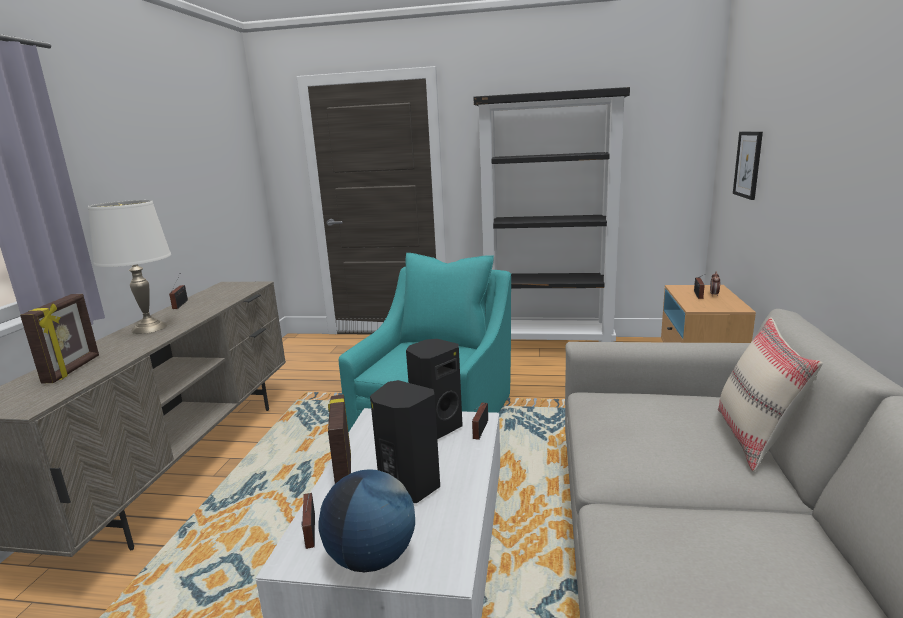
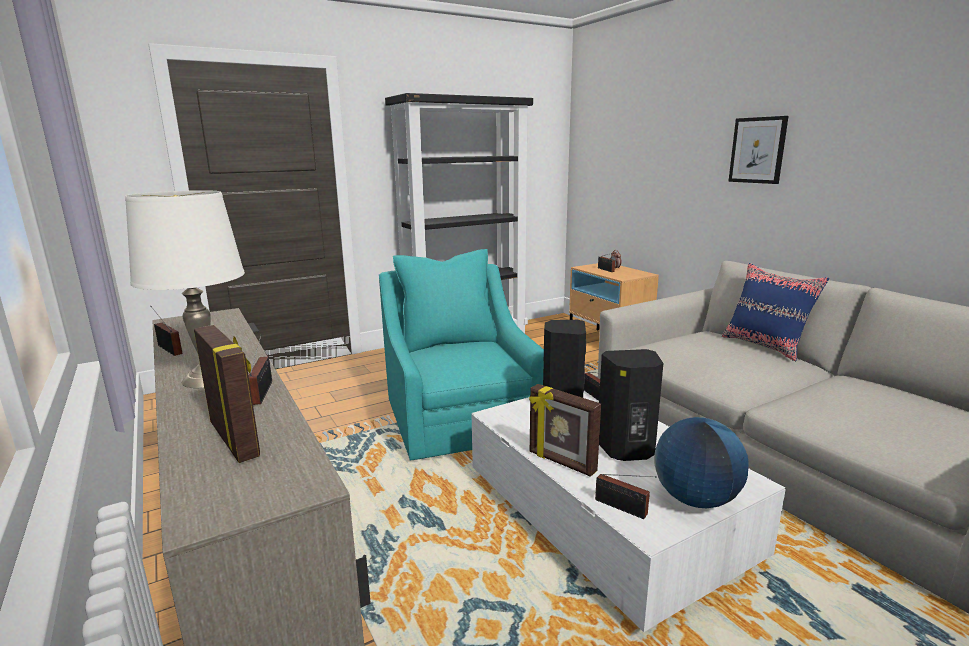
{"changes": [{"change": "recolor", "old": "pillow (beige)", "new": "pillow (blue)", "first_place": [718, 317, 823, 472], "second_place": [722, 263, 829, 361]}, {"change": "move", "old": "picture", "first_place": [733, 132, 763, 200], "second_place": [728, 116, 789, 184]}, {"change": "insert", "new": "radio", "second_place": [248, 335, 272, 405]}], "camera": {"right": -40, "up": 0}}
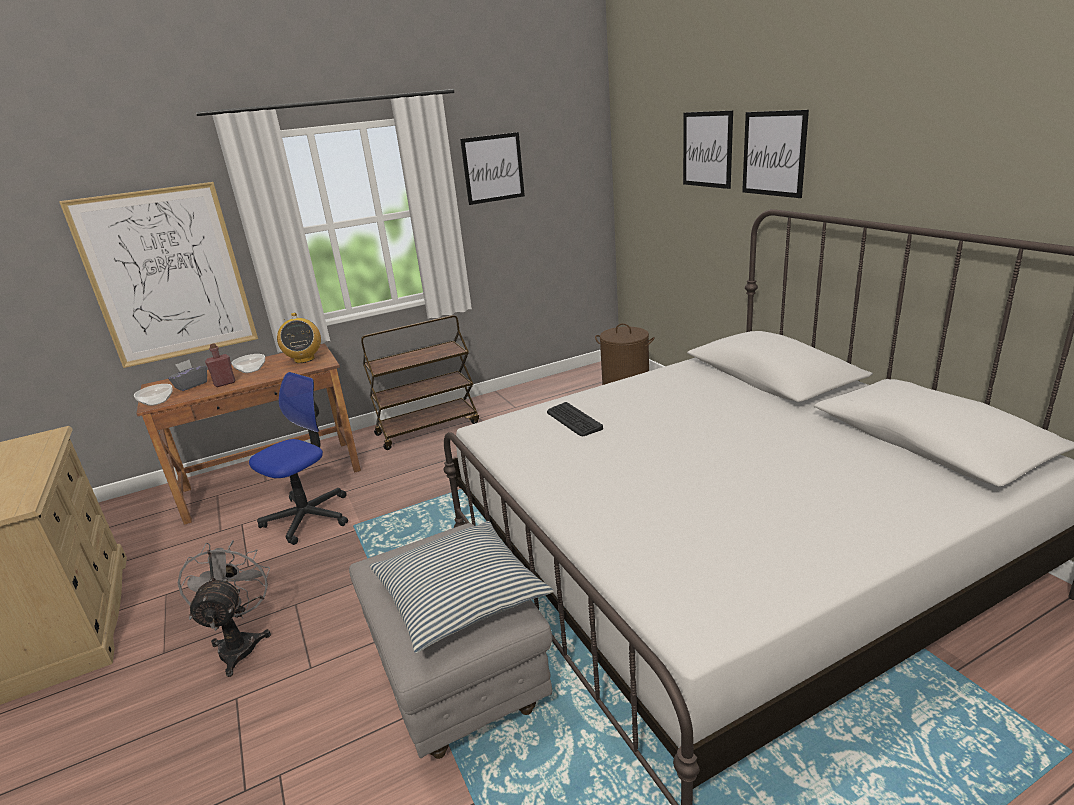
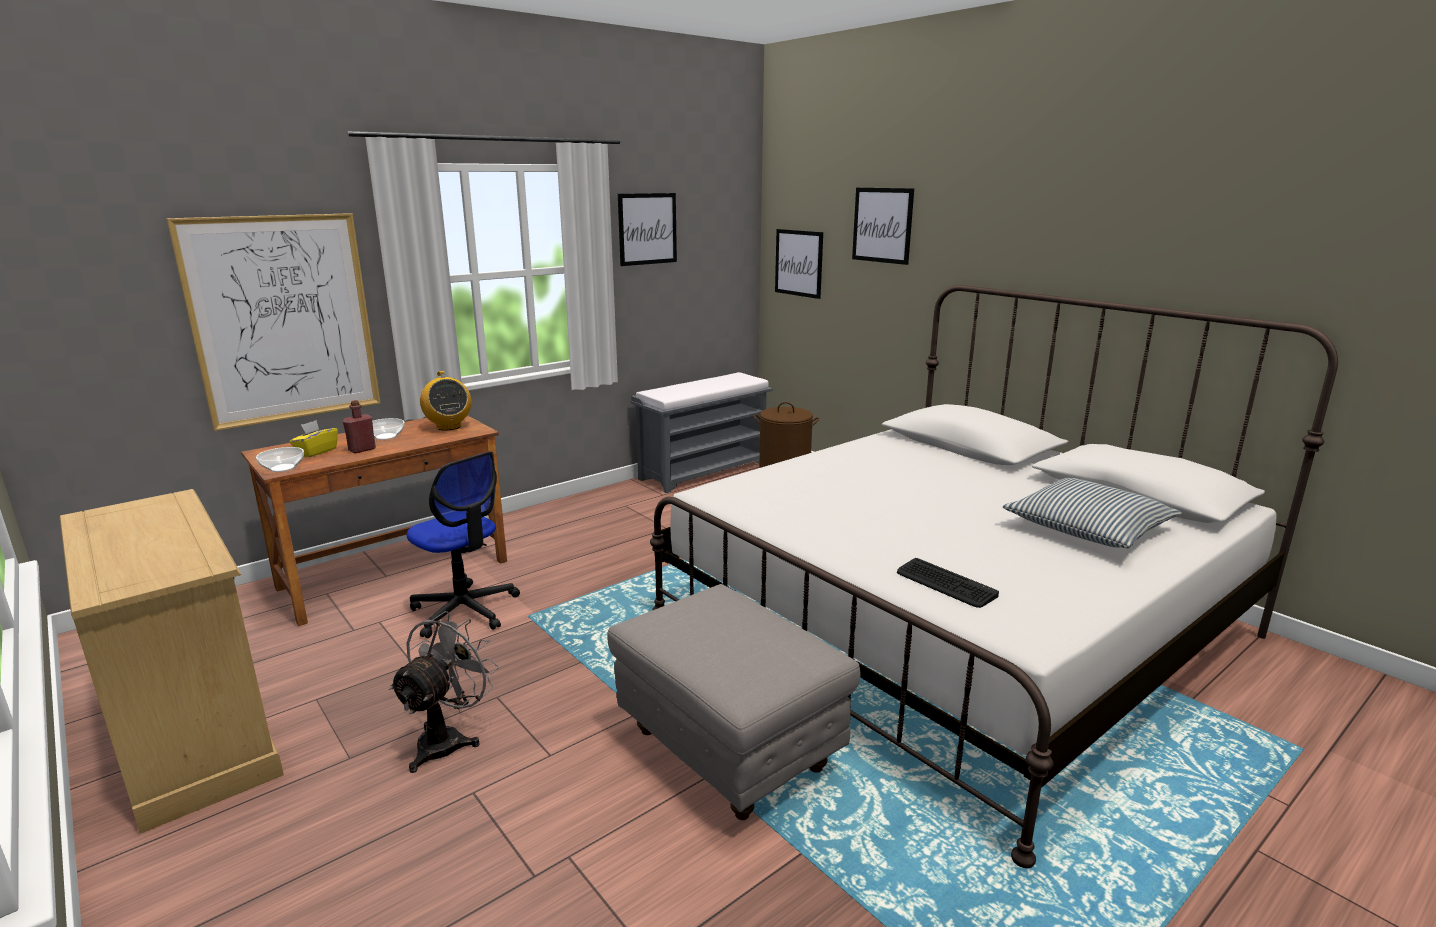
{"changes": [{"change": "recolor", "old": "tissue box (grey)", "new": "tissue box (yellow)", "first_place": [168, 360, 207, 391], "second_place": [290, 420, 338, 457]}, {"change": "rotate", "old": "fan (grey)", "first_place": [178, 540, 271, 677], "second_place": [389, 611, 499, 773], "degrees": 45}, {"change": "rotate", "old": "office chair", "first_place": [249, 372, 348, 545], "second_place": [407, 451, 520, 638], "degrees": 105}, {"change": "delete", "old": "cart (brown)", "first_place": [361, 315, 479, 450]}, {"change": "move", "old": "pillow", "first_place": [369, 521, 554, 653], "second_place": [1003, 478, 1182, 548]}, {"change": "move", "old": "keyboard", "first_place": [547, 402, 603, 436], "second_place": [897, 558, 999, 608]}, {"change": "move", "old": "picture", "first_place": [742, 110, 809, 198], "second_place": [775, 229, 823, 299]}, {"change": "insert", "new": "bench (grey)", "second_place": [631, 372, 773, 493]}], "camera": {"right": -15, "up": -5}}
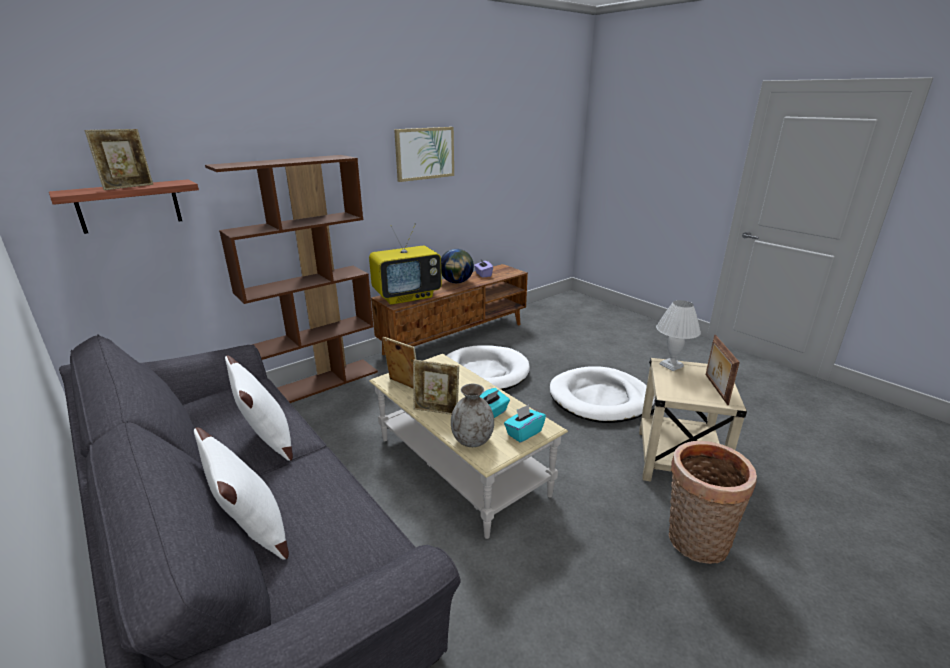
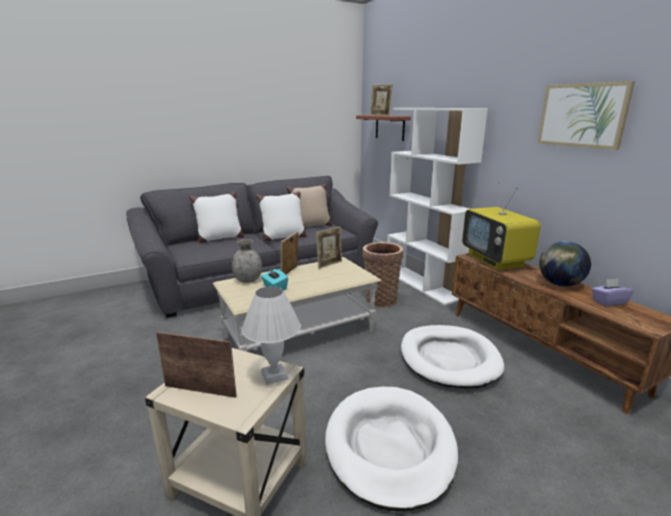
{"changes": [{"change": "recolor", "old": "bookcase (brown)", "new": "bookcase (white)", "first_place": [205, 155, 378, 403], "second_place": [387, 108, 488, 305]}, {"change": "delete", "old": "tissue box (turquoise)", "first_place": [504, 404, 546, 442]}, {"change": "move", "old": "basket", "first_place": [669, 441, 757, 564], "second_place": [363, 242, 403, 307]}, {"change": "insert", "new": "pillow (beige)", "second_place": [286, 184, 332, 227]}], "camera": {"right": 100, "up": -5}}
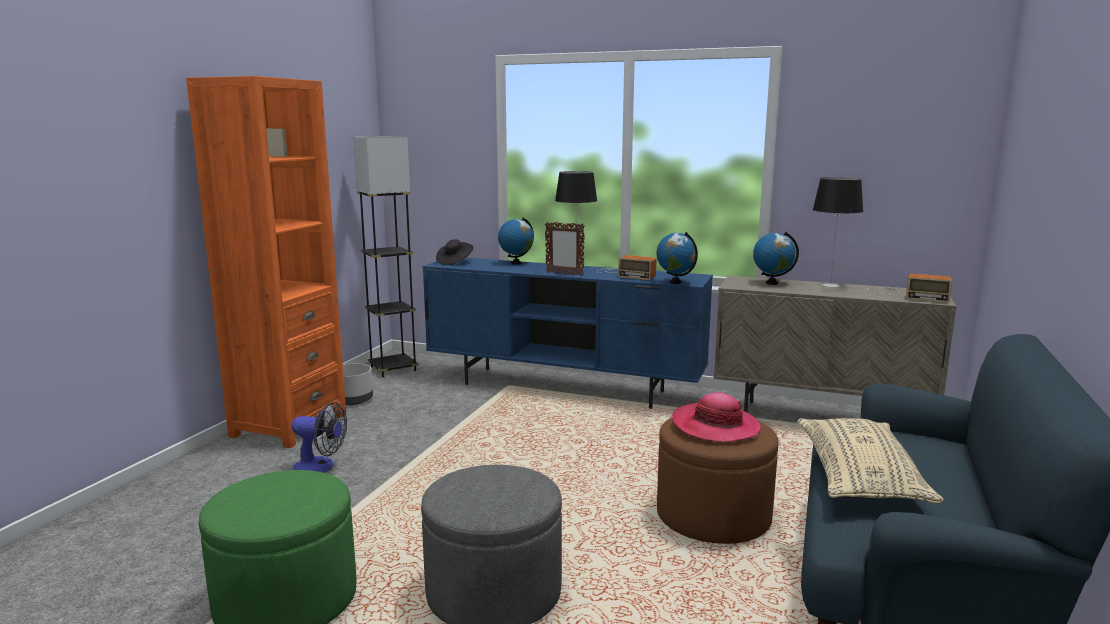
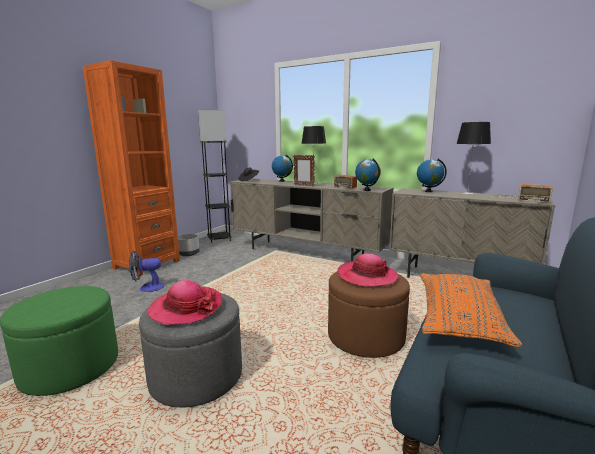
{"changes": [{"change": "rotate", "old": "fan", "first_place": [291, 402, 347, 473], "second_place": [129, 251, 164, 292], "degrees": 135}, {"change": "recolor", "old": "tv stand (blue)", "new": "tv stand (beige)", "first_place": [422, 258, 713, 409], "second_place": [230, 179, 394, 262]}, {"change": "recolor", "old": "pillow (beige)", "new": "pillow (orange)", "first_place": [797, 418, 944, 504], "second_place": [420, 273, 522, 347]}, {"change": "insert", "new": "hat", "second_place": [147, 280, 222, 325]}], "camera": {"right": 10, "up": 0}}
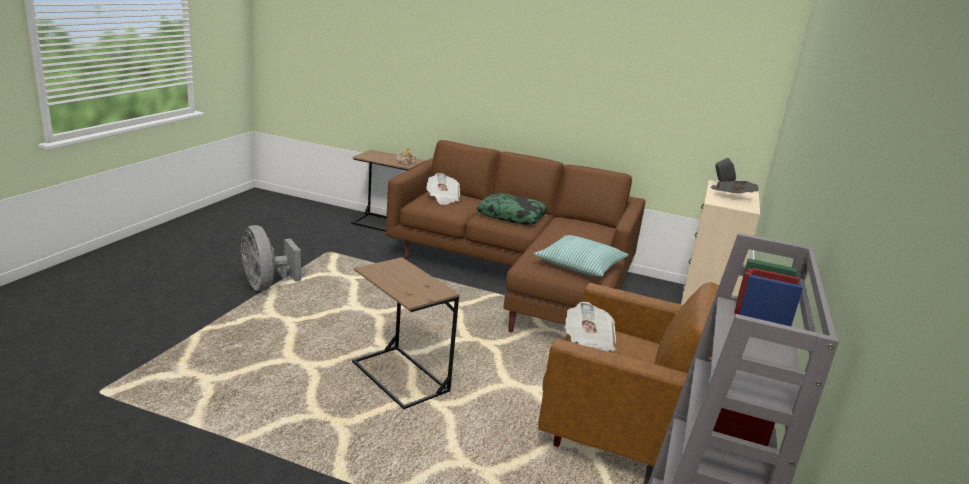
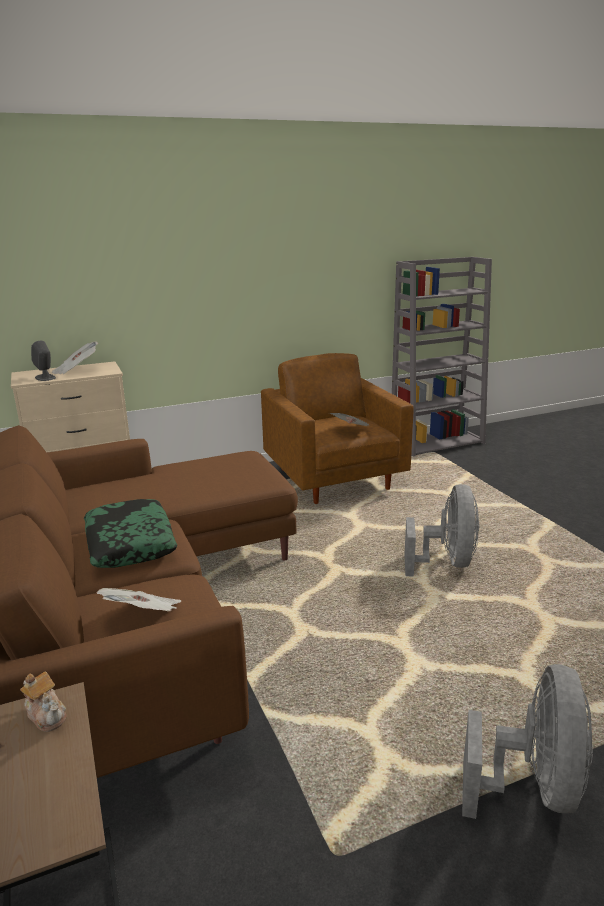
{"changes": [{"change": "replace", "old": "side table (brown)", "new": "fan (grey)", "first_place": [352, 257, 460, 409], "second_place": [405, 484, 479, 577]}, {"change": "delete", "old": "pillow", "first_place": [534, 235, 629, 277]}], "camera": {"right": -130, "up": 0}}
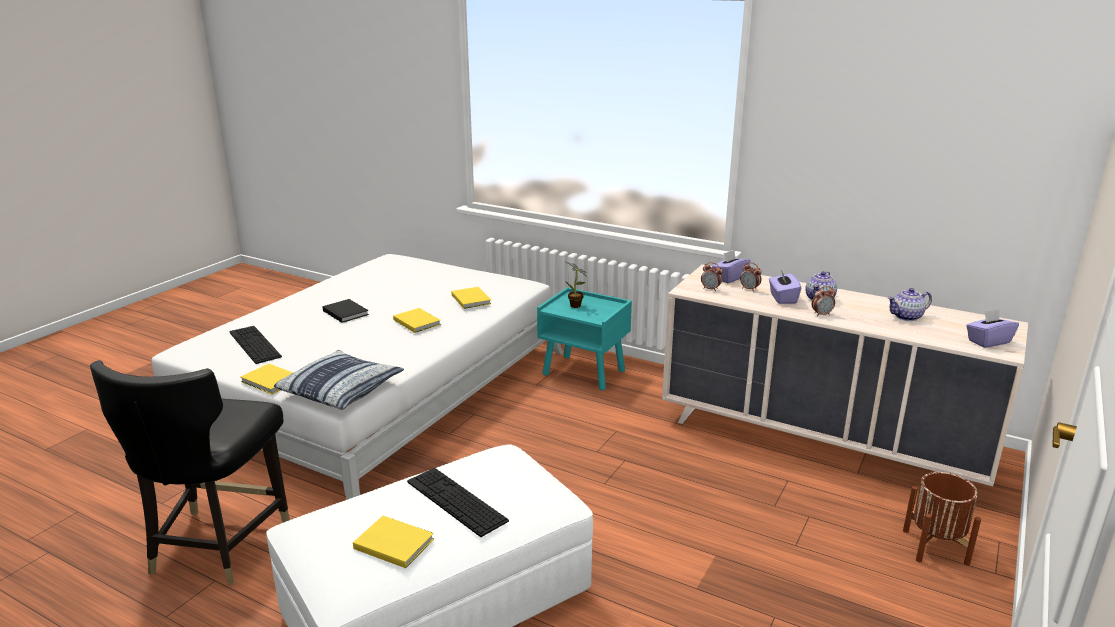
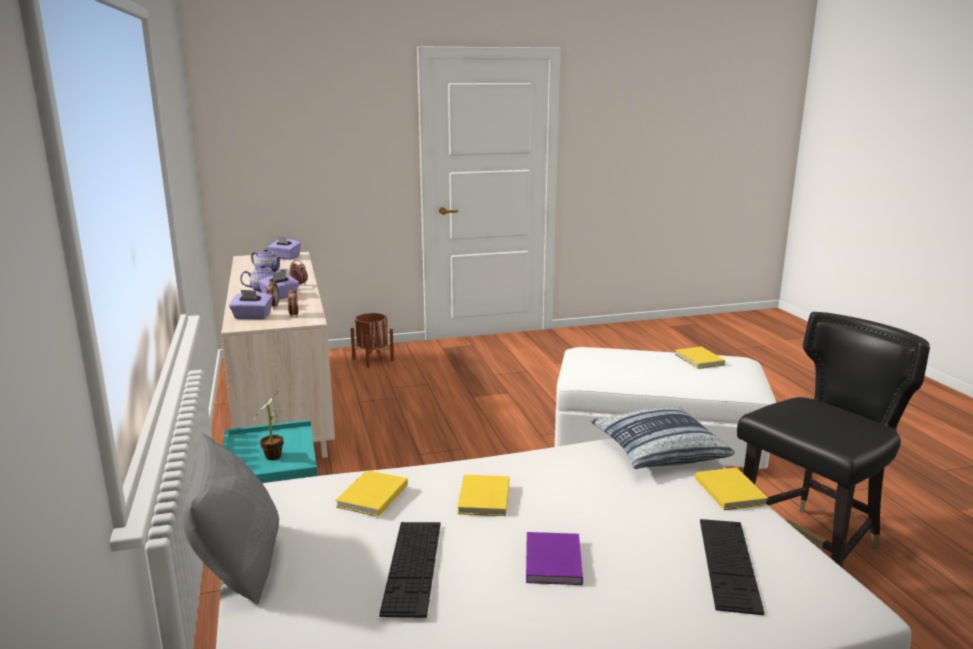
{"changes": [{"change": "recolor", "old": "book (black)", "new": "book (purple)", "first_place": [323, 299, 369, 323], "second_place": [526, 532, 583, 585]}, {"change": "move", "old": "keyboard", "first_place": [407, 468, 509, 537], "second_place": [379, 522, 440, 618]}, {"change": "insert", "new": "pillow (grey)", "second_place": [182, 433, 279, 605]}], "camera": {"right": -135, "up": -5}}
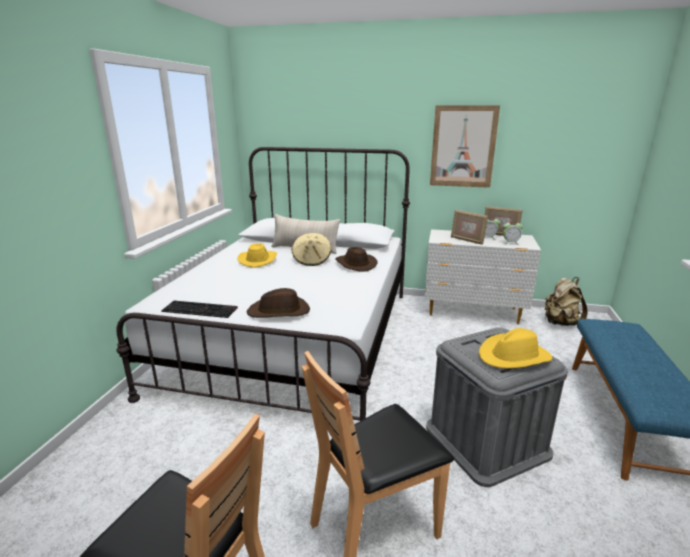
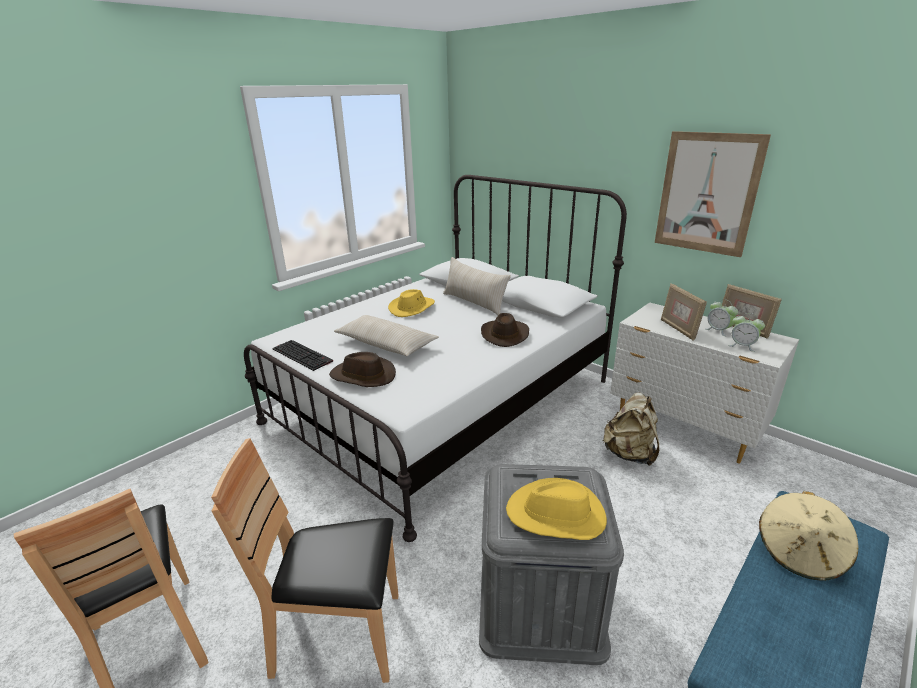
{"changes": [{"change": "move", "old": "hat (beige)", "first_place": [292, 233, 331, 266], "second_place": [759, 491, 858, 581]}, {"change": "move", "old": "backpack (beige)", "first_place": [545, 277, 588, 326], "second_place": [603, 393, 659, 466]}, {"change": "insert", "new": "pillow (beige)", "second_place": [334, 315, 439, 356]}], "camera": {"right": 30, "up": 5}}
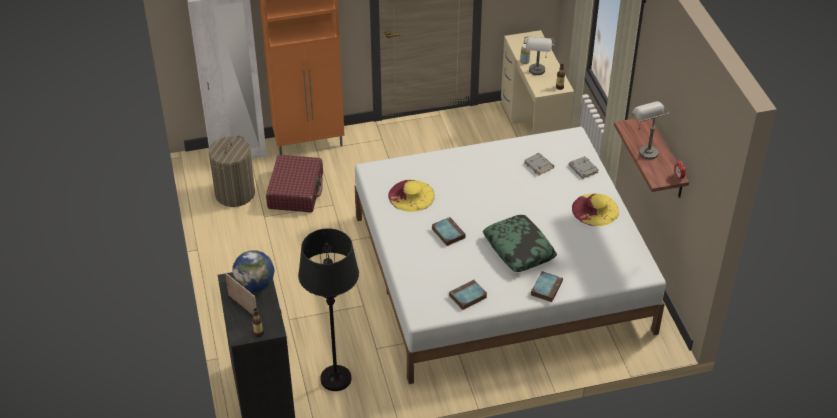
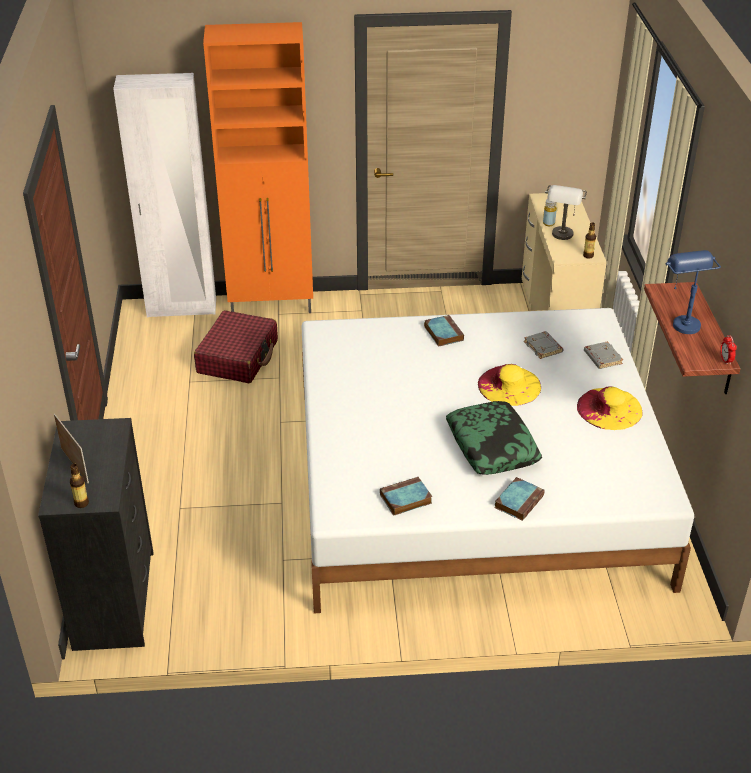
{"changes": [{"change": "delete", "old": "laundry basket", "first_place": [208, 136, 255, 207]}, {"change": "delete", "old": "globe", "first_place": [232, 250, 274, 292]}, {"change": "delete", "old": "floor lamp (black)", "first_place": [298, 228, 359, 391]}, {"change": "move", "old": "hat (yellow)", "first_place": [388, 180, 435, 212], "second_place": [478, 364, 541, 406]}, {"change": "move", "old": "book", "first_place": [432, 217, 466, 246], "second_place": [424, 315, 464, 347]}, {"change": "recolor", "old": "table lamp (grey)", "new": "table lamp (blue)", "first_place": [632, 101, 669, 159], "second_place": [666, 250, 721, 334]}], "camera": {"right": 10, "up": -5}}
